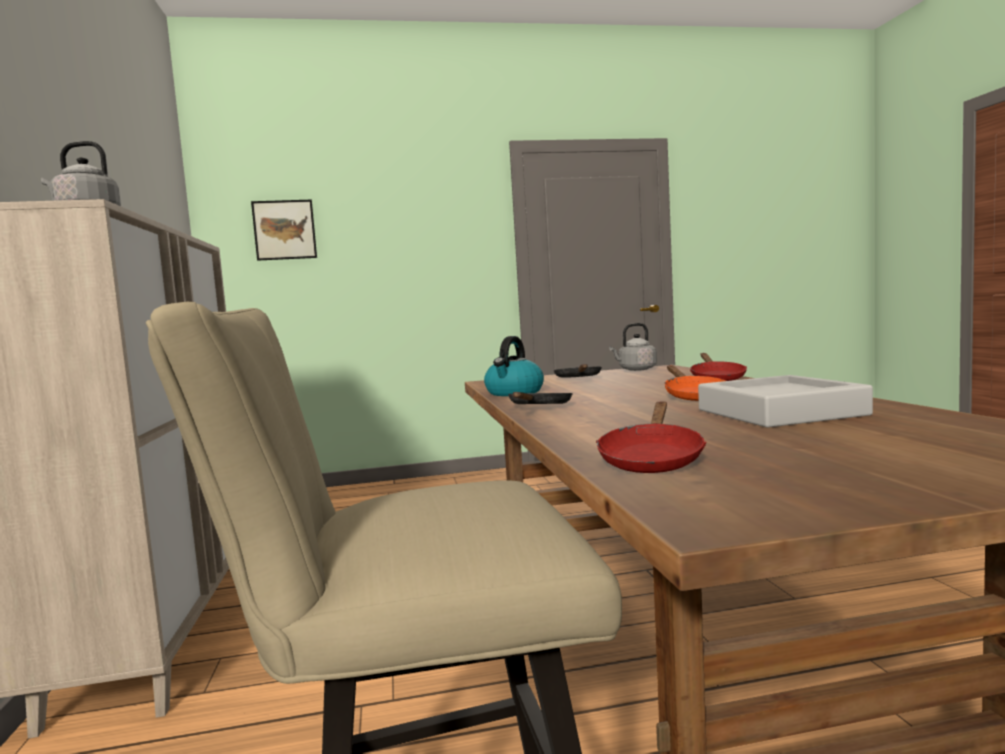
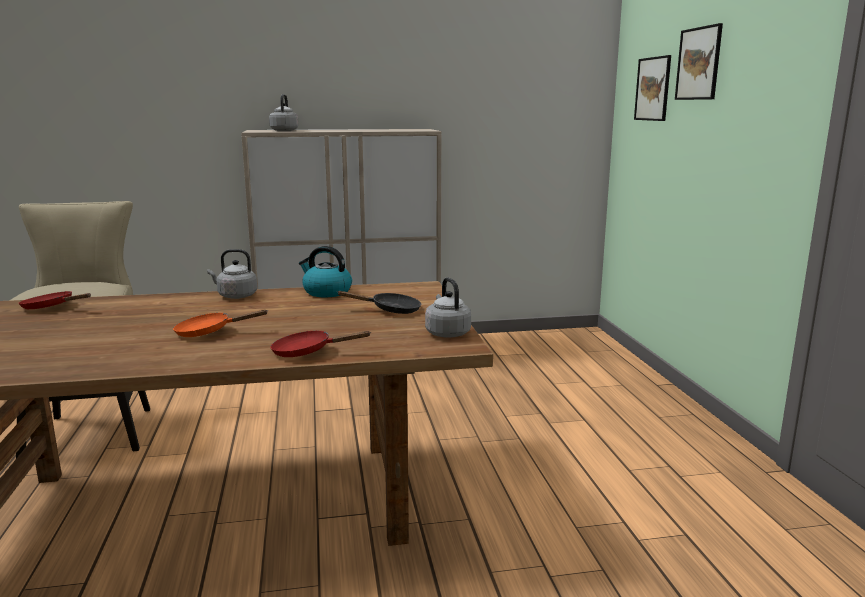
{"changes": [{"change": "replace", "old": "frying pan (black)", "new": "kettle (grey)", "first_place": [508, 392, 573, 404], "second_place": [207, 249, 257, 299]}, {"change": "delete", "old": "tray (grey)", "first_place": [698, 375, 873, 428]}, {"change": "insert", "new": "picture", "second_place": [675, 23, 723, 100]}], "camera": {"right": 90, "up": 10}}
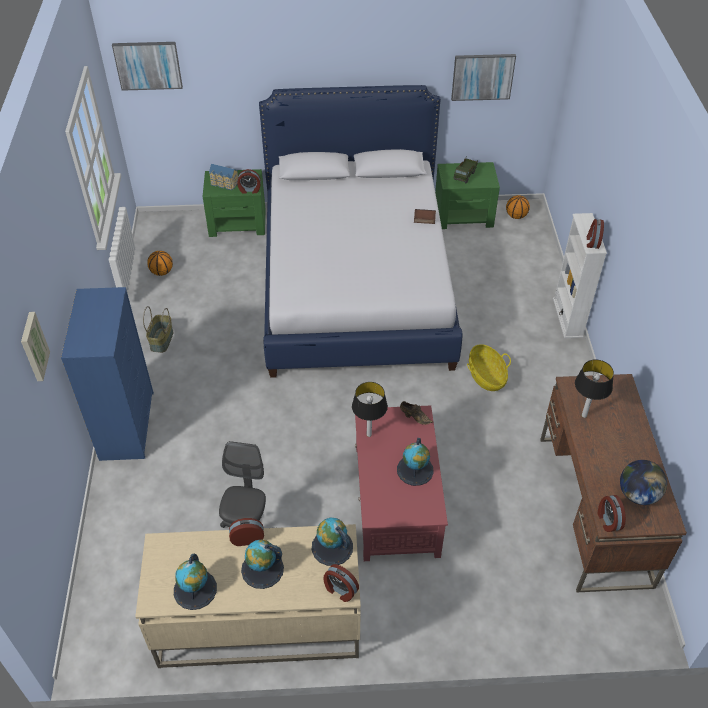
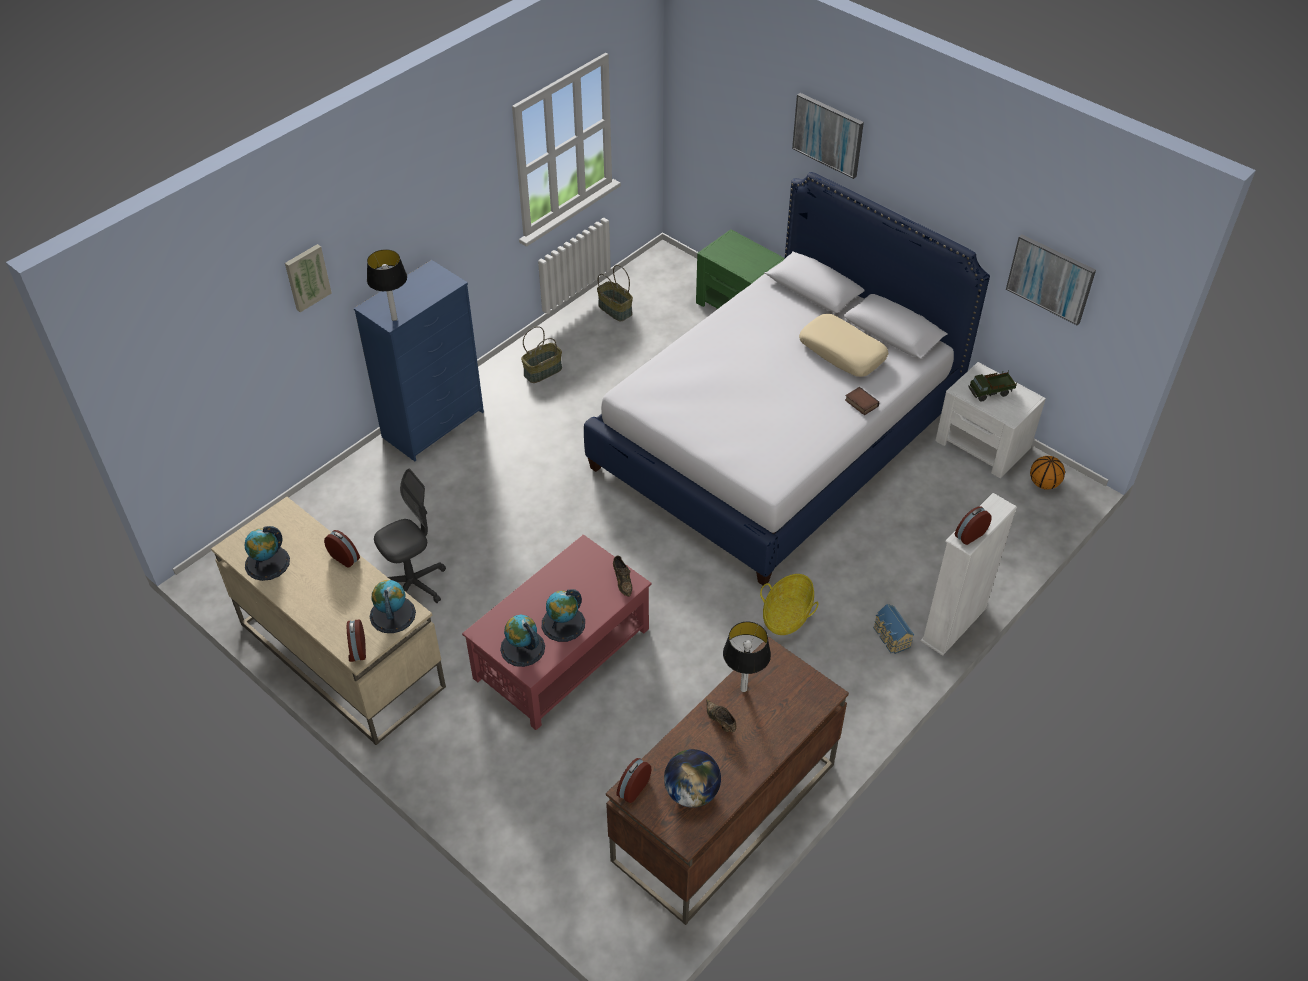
{"changes": [{"change": "move", "old": "picture", "first_place": [112, 42, 183, 91], "second_place": [792, 93, 864, 179]}, {"change": "replace", "old": "basketball", "new": "basket", "first_place": [147, 251, 173, 276], "second_place": [597, 265, 633, 321]}, {"change": "move", "old": "toy house", "first_place": [209, 164, 238, 190], "second_place": [873, 604, 914, 654]}, {"change": "delete", "old": "alarm clock", "first_place": [237, 169, 261, 193]}, {"change": "move", "old": "globe", "first_place": [241, 540, 284, 589], "second_place": [500, 615, 545, 667]}, {"change": "move", "old": "table lamp", "first_place": [352, 382, 388, 437], "second_place": [367, 249, 407, 321]}, {"change": "recolor", "old": "nightstand (green)", "new": "nightstand (white)", "first_place": [435, 162, 500, 229], "second_place": [935, 362, 1046, 478]}, {"change": "insert", "new": "shoe (brown)", "second_place": [706, 699, 737, 732]}, {"change": "insert", "new": "pillow (beige)", "second_place": [799, 314, 888, 377]}], "camera": {"right": 45, "up": 0}}
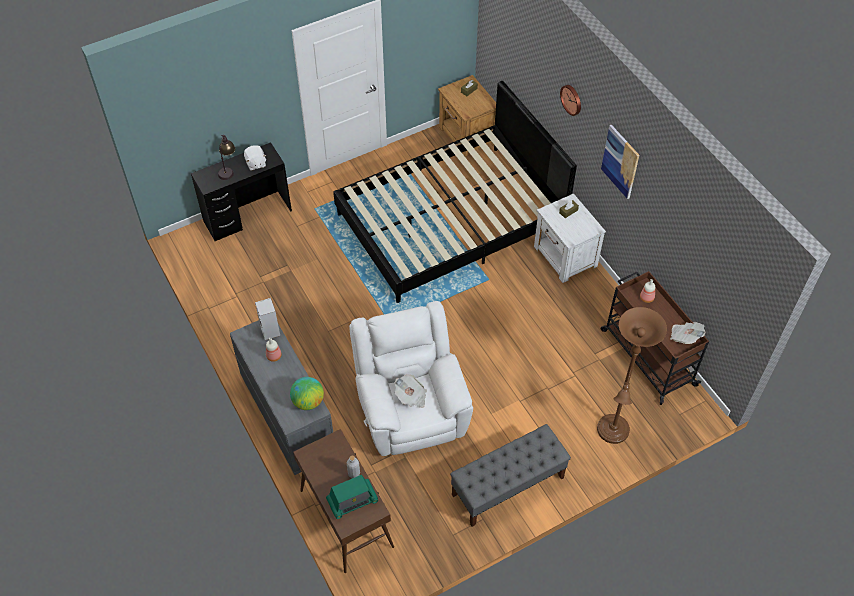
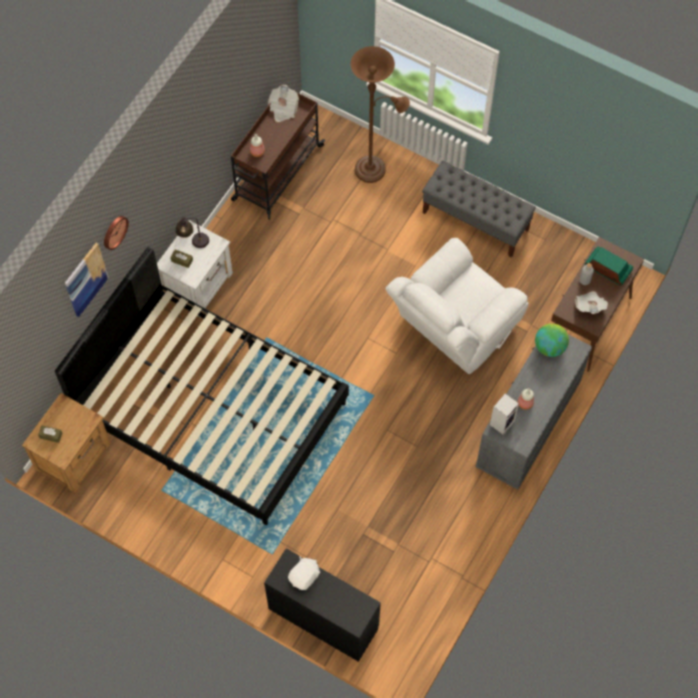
{"changes": [{"change": "move", "old": "table lamp", "first_place": [218, 135, 235, 180], "second_place": [175, 217, 209, 248]}, {"change": "move", "old": "newspaper", "first_place": [395, 375, 427, 408], "second_place": [575, 291, 608, 314]}, {"change": "move", "old": "picture", "first_place": [601, 125, 639, 199], "second_place": [65, 243, 108, 317]}], "camera": {"right": -120, "up": 10}}
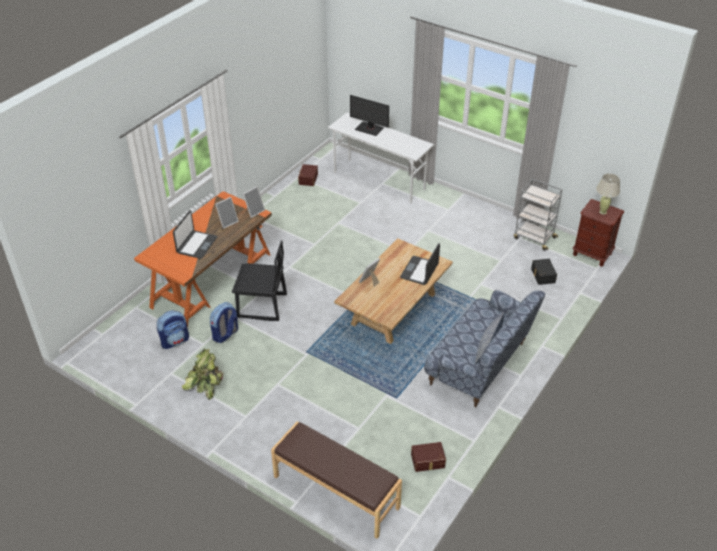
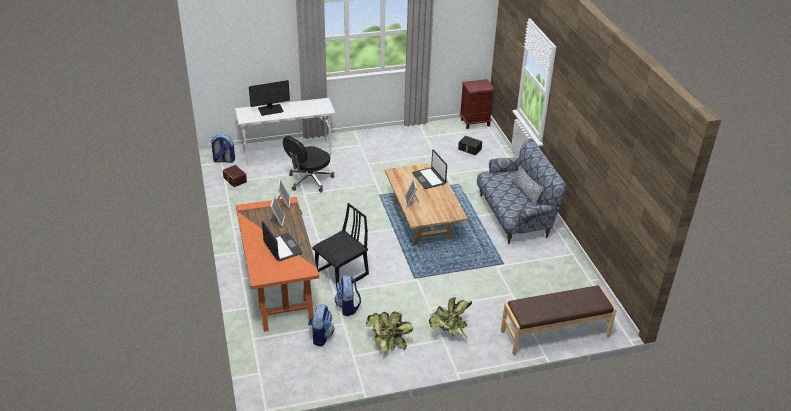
{"changes": [{"change": "delete", "old": "storage box (brown)", "first_place": [411, 442, 446, 472]}, {"change": "delete", "old": "cart (grey)", "first_place": [514, 179, 563, 251]}, {"change": "delete", "old": "table lamp (beige)", "first_place": [596, 173, 620, 214]}, {"change": "insert", "new": "backpack", "second_place": [211, 134, 235, 163]}, {"change": "insert", "new": "office chair (black)", "second_place": [283, 136, 335, 192]}, {"change": "insert", "new": "potted plant", "second_place": [429, 297, 472, 339]}], "camera": {"right": -50, "up": -5}}
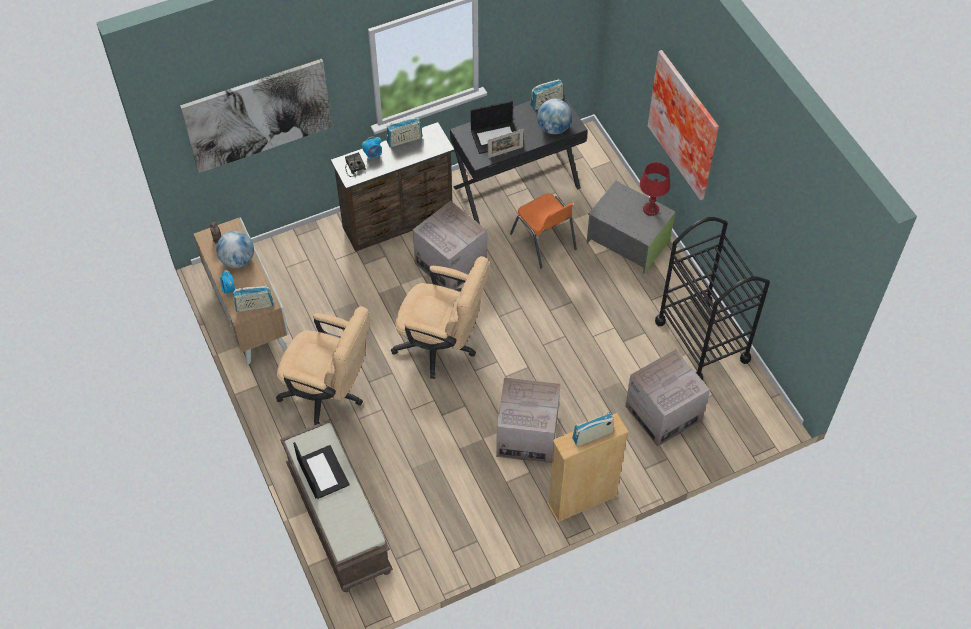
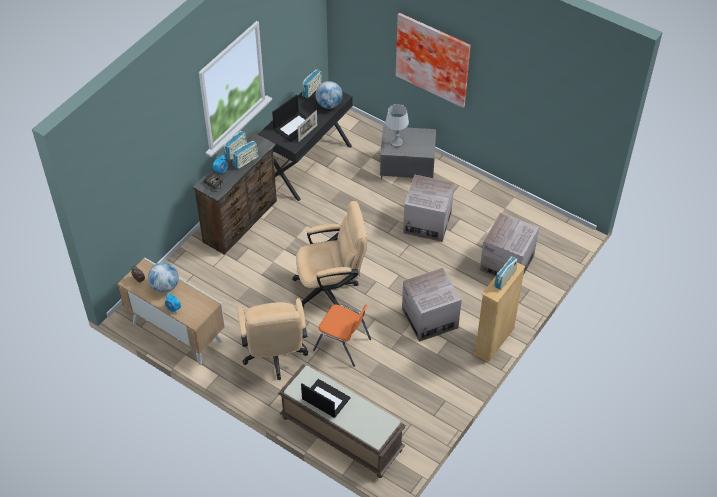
{"changes": [{"change": "delete", "old": "picture", "first_place": [180, 59, 332, 173]}, {"change": "move", "old": "radio", "first_place": [233, 286, 273, 312], "second_place": [233, 141, 259, 169]}, {"change": "rotate", "old": "office chair (beige)", "first_place": [276, 306, 370, 425], "second_place": [238, 298, 308, 380], "degrees": 90}, {"change": "move", "old": "cardboard box", "first_place": [413, 201, 487, 289], "second_place": [403, 175, 454, 242]}, {"change": "move", "old": "chair (orange)", "first_place": [510, 193, 577, 268], "second_place": [313, 304, 371, 367]}, {"change": "delete", "old": "table lamp (red)", "first_place": [640, 162, 670, 216]}, {"change": "delete", "old": "cart (black)", "first_place": [655, 217, 770, 381]}, {"change": "insert", "new": "table lamp (grey)", "second_place": [386, 104, 409, 147]}], "camera": {"right": -30, "up": -5}}
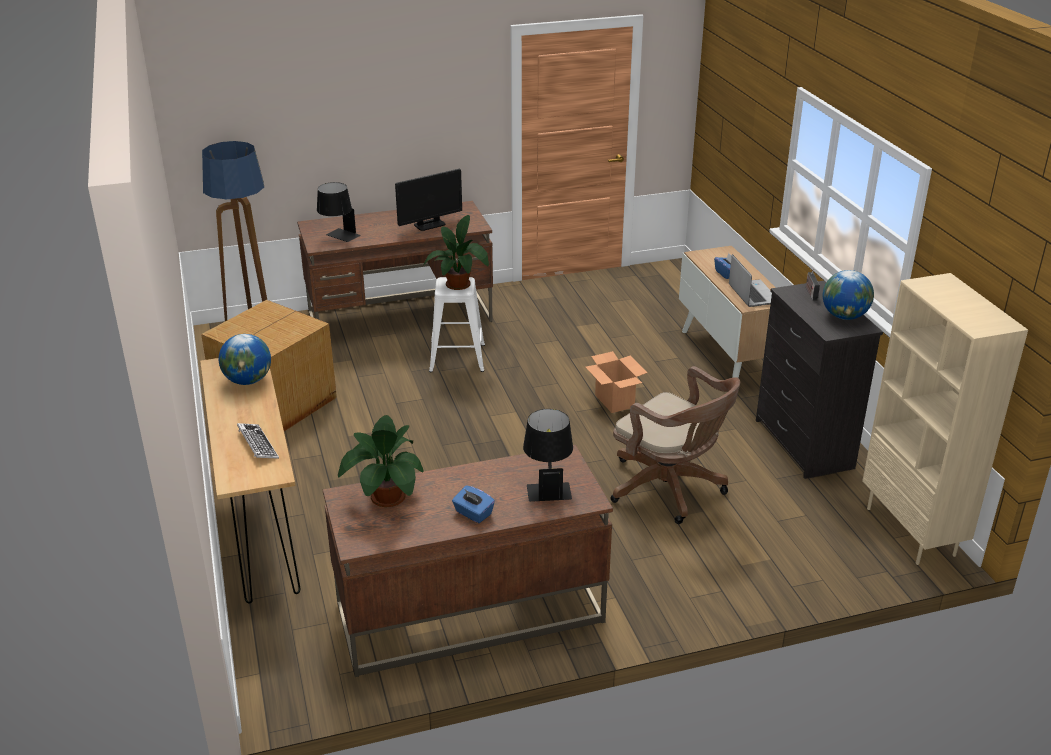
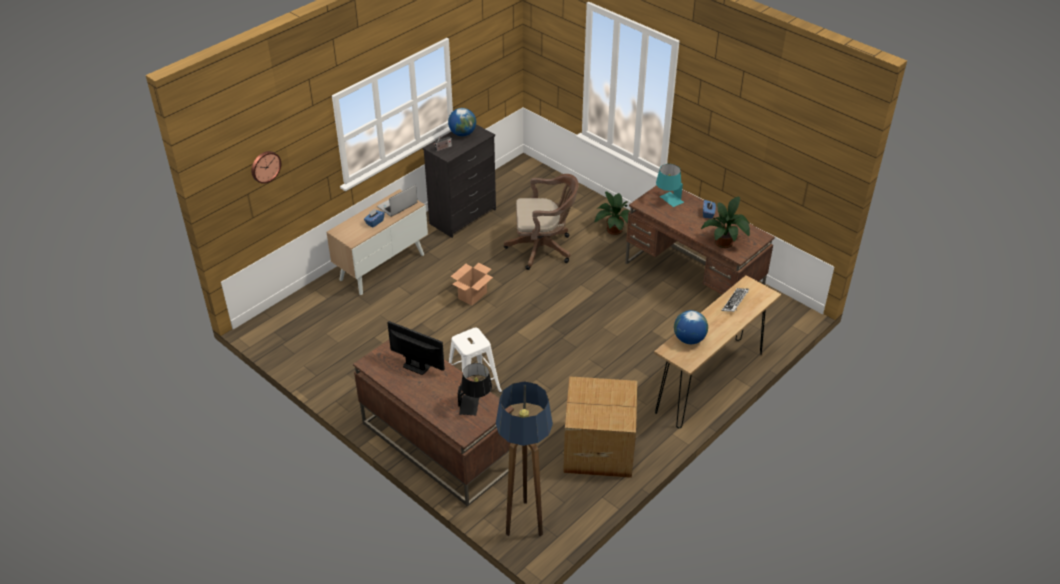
{"changes": [{"change": "move", "old": "potted plant", "first_place": [423, 215, 489, 290], "second_place": [594, 192, 630, 235]}, {"change": "recolor", "old": "table lamp (black)", "new": "table lamp (turquoise)", "first_place": [523, 409, 573, 502], "second_place": [656, 164, 684, 207]}, {"change": "rotate", "old": "office chair (brown)", "first_place": [611, 366, 740, 524], "second_place": [504, 174, 579, 270], "degrees": 75}, {"change": "delete", "old": "bookcase (beige)", "first_place": [862, 273, 1028, 565]}, {"change": "insert", "new": "wall clock", "second_place": [251, 151, 281, 184]}], "camera": {"right": -120, "up": 10}}
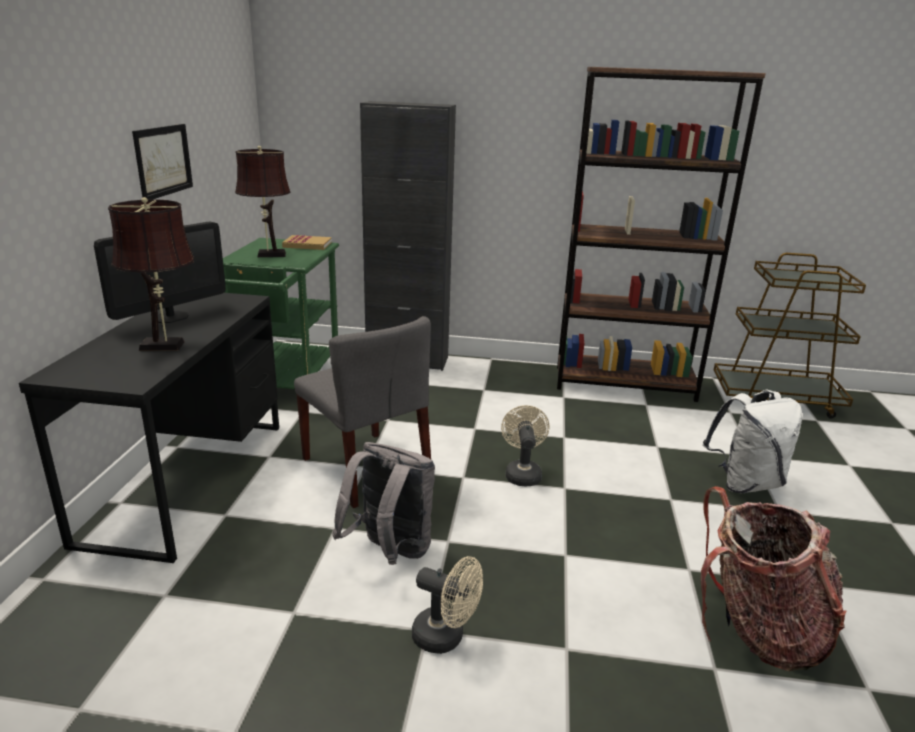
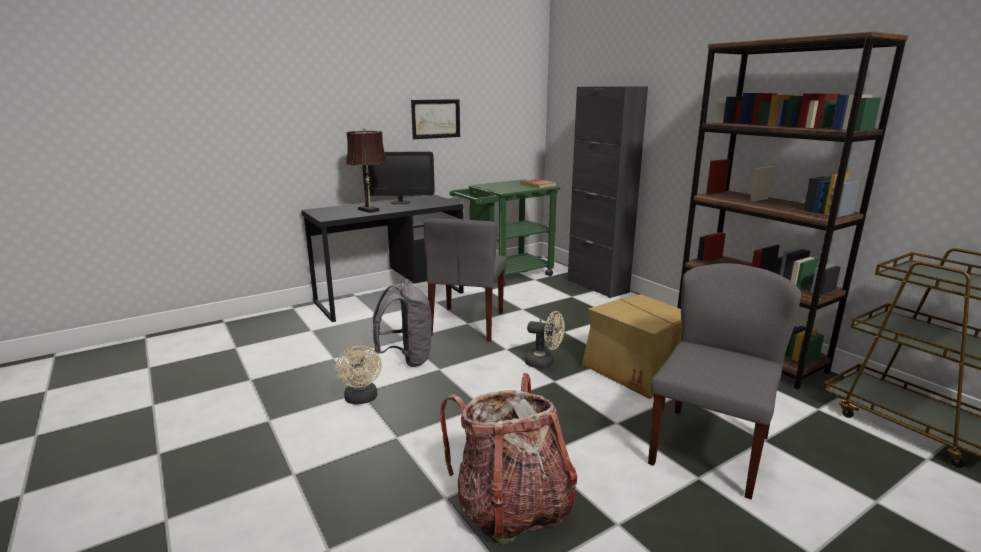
{"changes": [{"change": "delete", "old": "table lamp (brown)", "first_place": [235, 146, 290, 257]}, {"change": "rotate", "old": "fan (beige)", "first_place": [501, 405, 549, 486], "second_place": [525, 311, 564, 368], "degrees": 60}, {"change": "replace", "old": "backpack (white)", "new": "chair (grey)", "first_place": [703, 390, 802, 493], "second_place": [648, 263, 801, 499]}, {"change": "insert", "new": "cardboard box", "second_place": [582, 294, 681, 399]}], "camera": {"right": 50, "up": -5}}
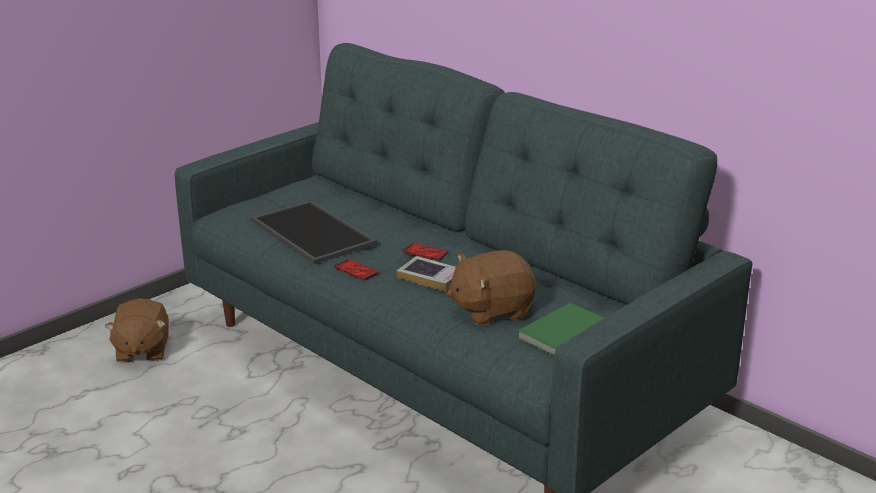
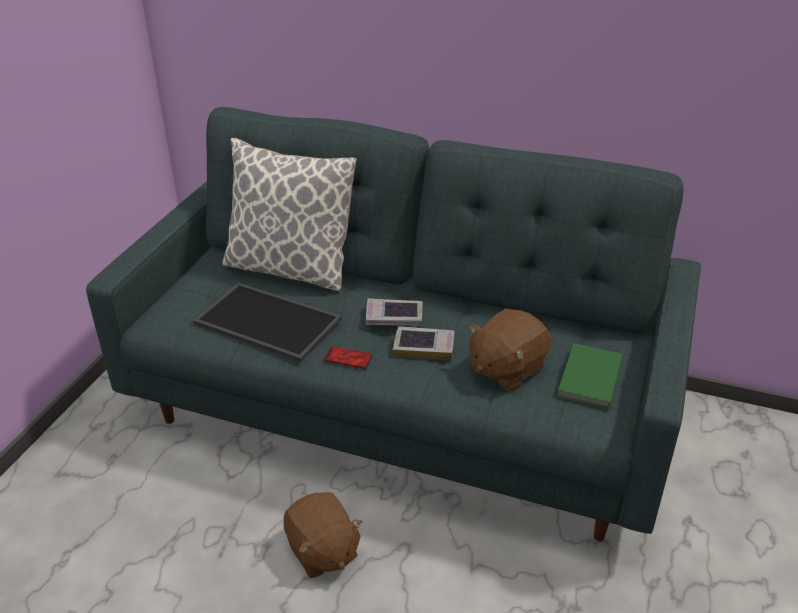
{"changes": [{"change": "move", "old": "plush toy (brown)", "first_place": [104, 298, 169, 363], "second_place": [284, 492, 363, 578]}, {"change": "replace", "old": "phone", "new": "book", "first_place": [403, 243, 448, 261], "second_place": [366, 298, 422, 326]}, {"change": "insert", "new": "pillow", "second_place": [222, 138, 357, 291]}], "camera": {"right": -25, "up": 10}}
